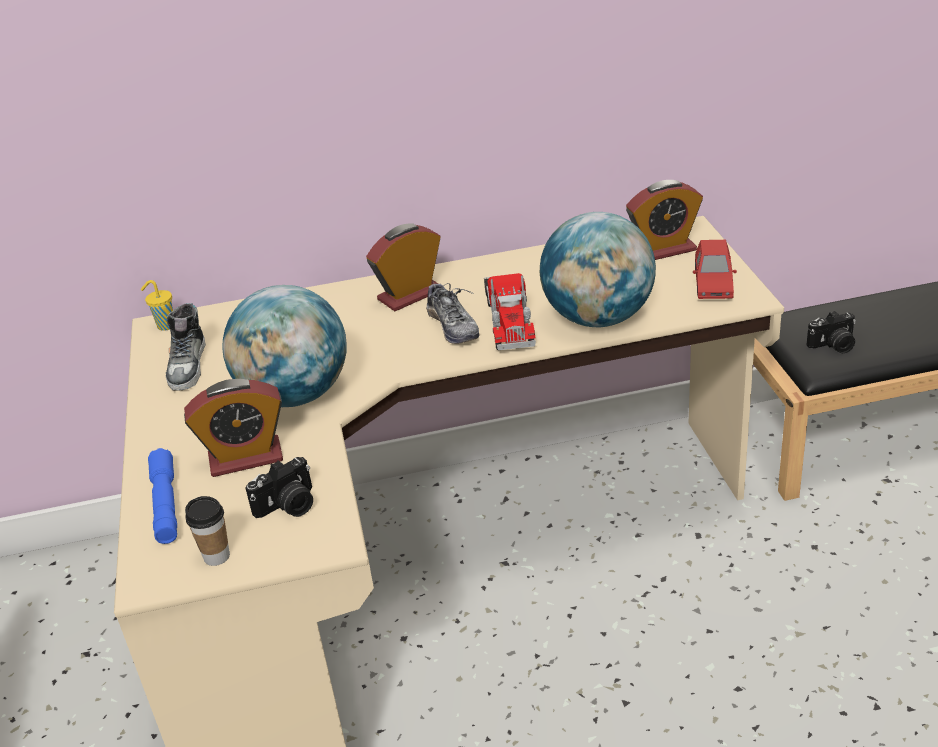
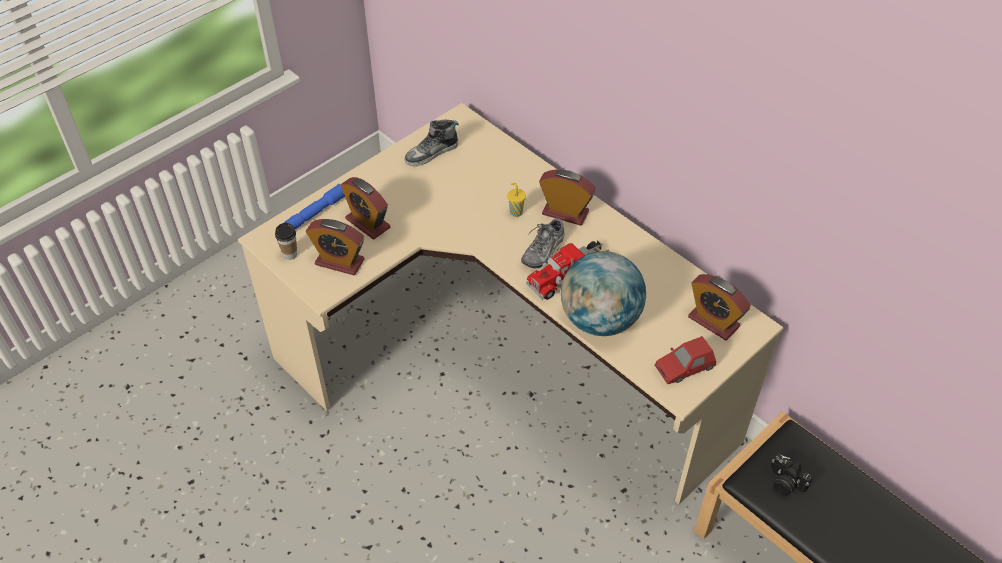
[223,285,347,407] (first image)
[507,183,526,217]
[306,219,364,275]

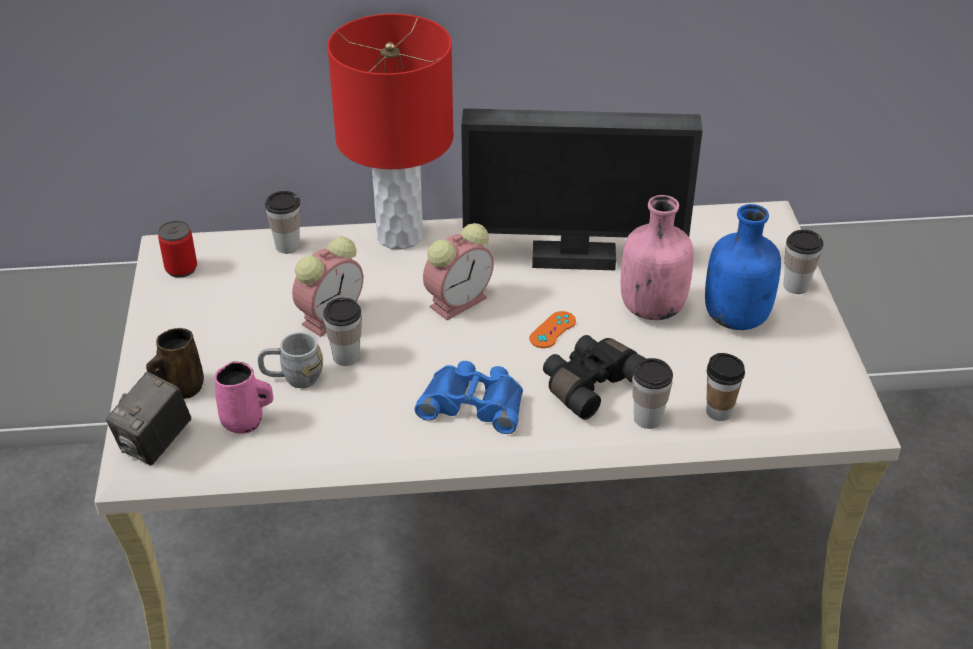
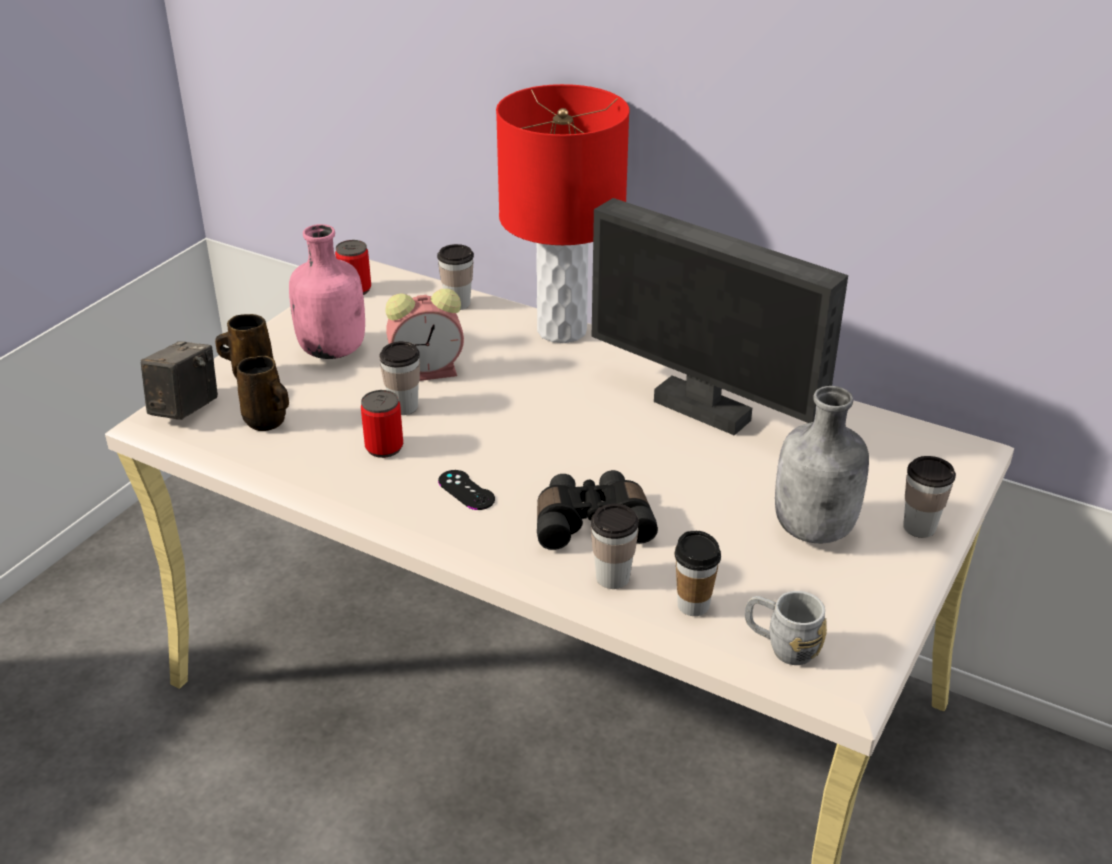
[423,223,494,320] (first image)
[529,311,576,348] (first image)
[361,390,403,458]
[745,591,827,665]
[289,224,365,359]
[438,470,495,510]
[237,356,289,431]
[775,386,869,543]
[141,341,218,420]

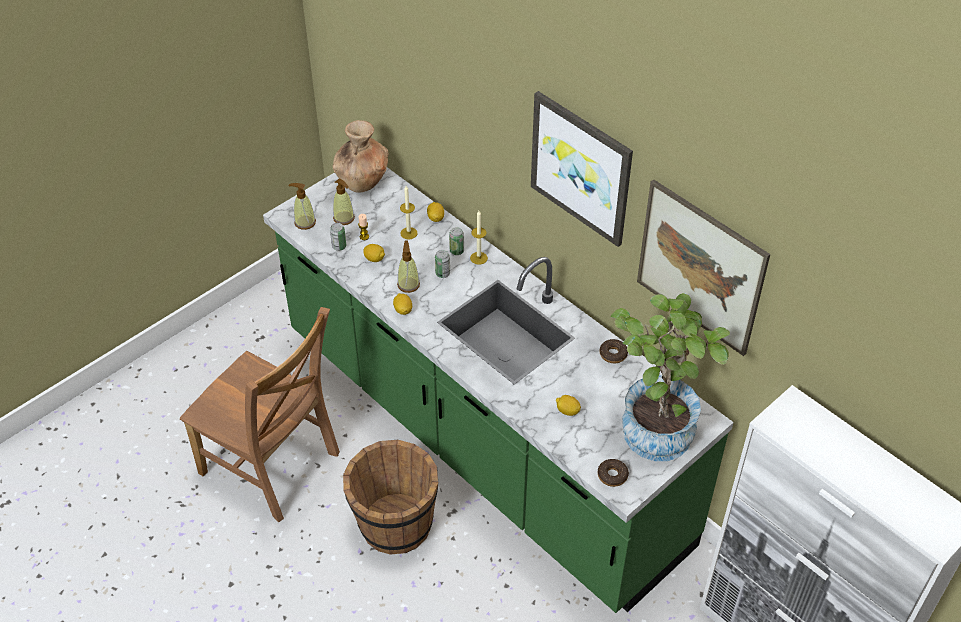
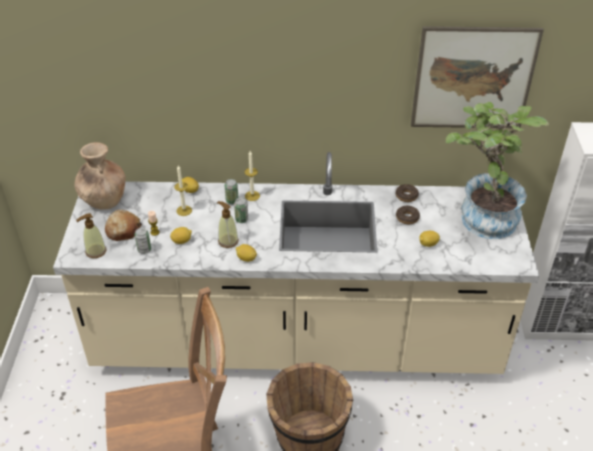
[531,91,633,247] (first image)
[396,206,420,224]
[105,210,142,241]
[53,152,539,374]

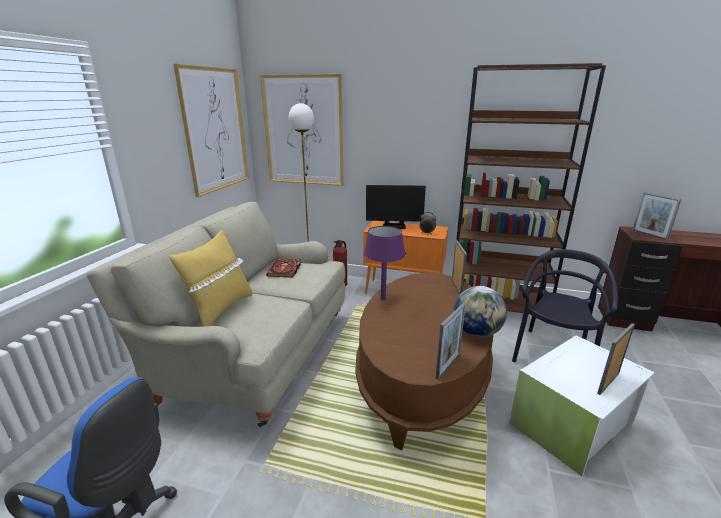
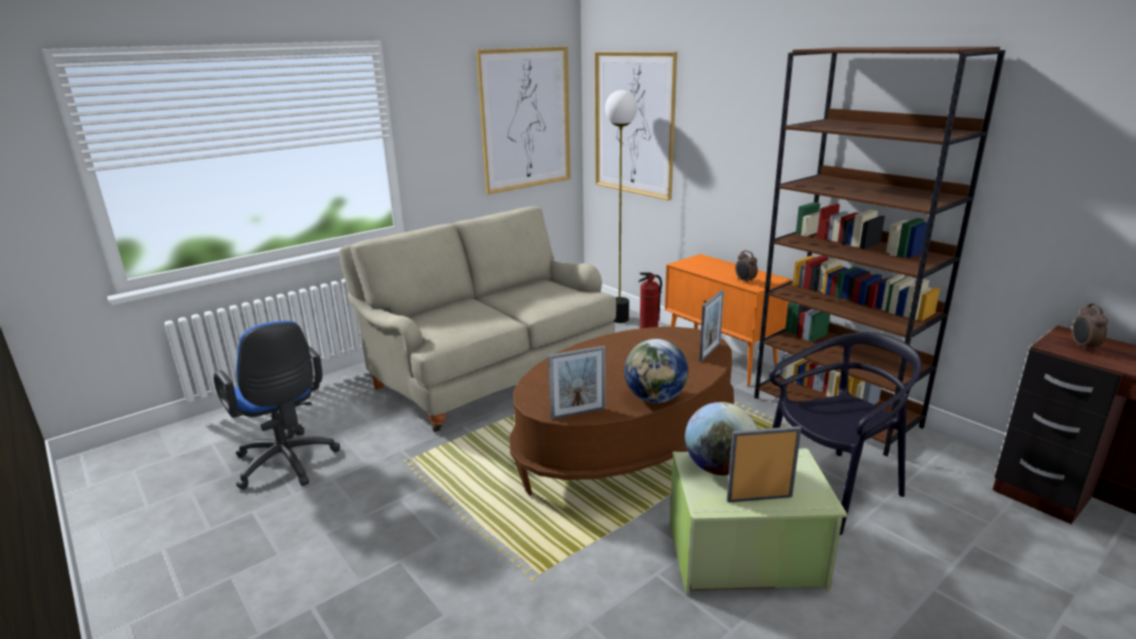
[170,230,253,326] (first image)
[266,259,301,278] (first image)
[364,226,405,300] (first image)
[366,185,426,229] (first image)
[685,402,757,475]
[1072,303,1108,351]
[670,448,848,595]

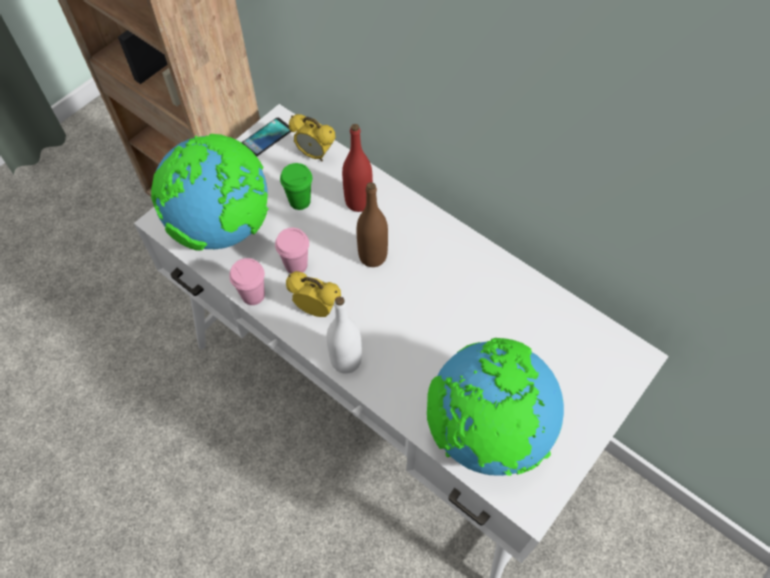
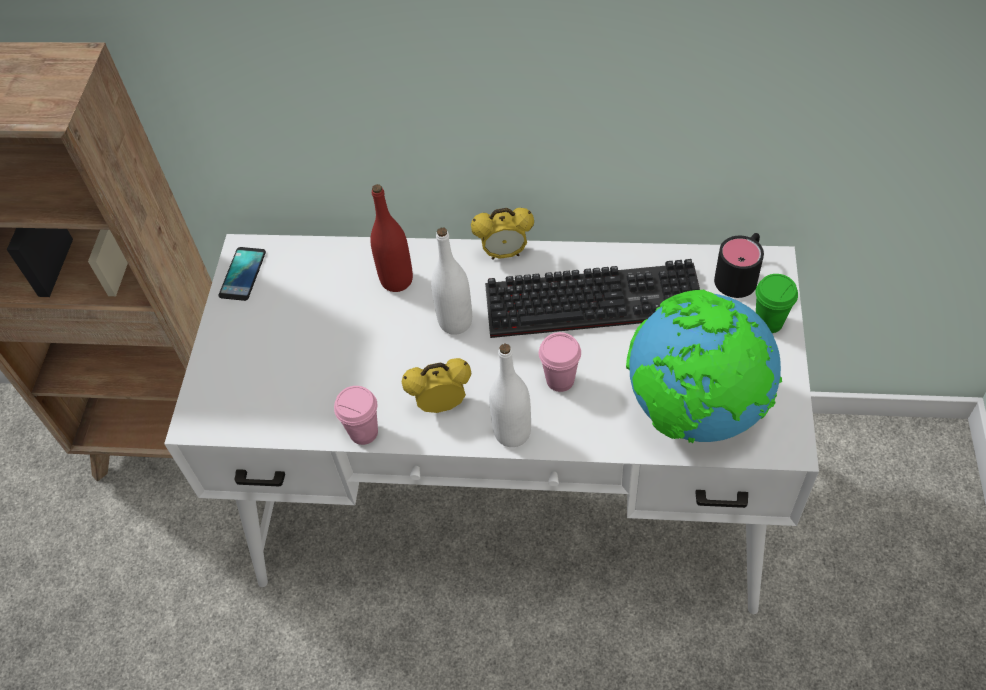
[151,134,269,251] (first image)
[485,259,700,338]
[714,233,764,298]
[539,332,581,392]
[755,274,798,333]
[471,208,534,260]
[431,227,472,335]

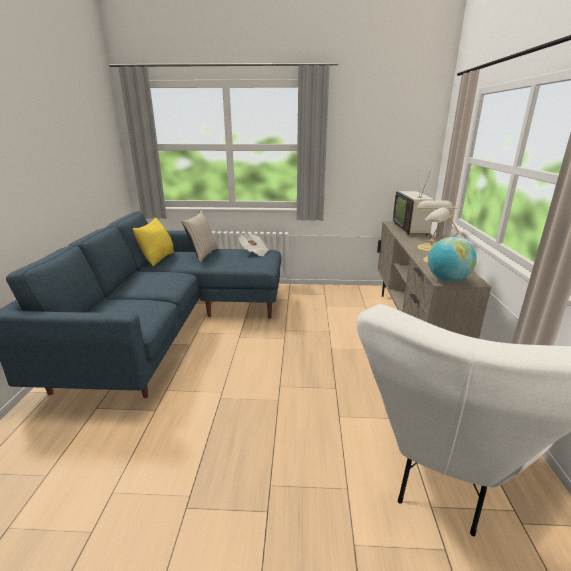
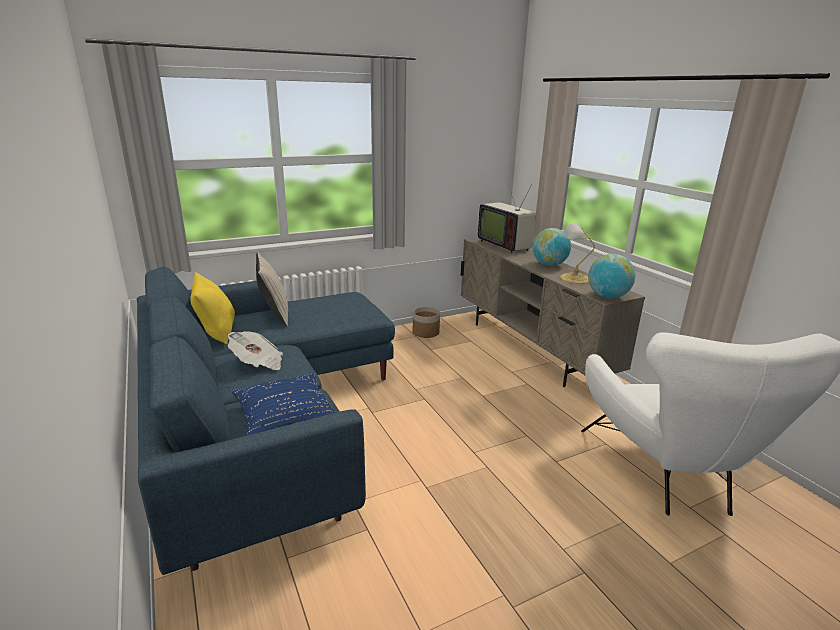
[232,373,336,436]
[413,307,440,338]
[228,331,283,370]
[533,228,571,266]

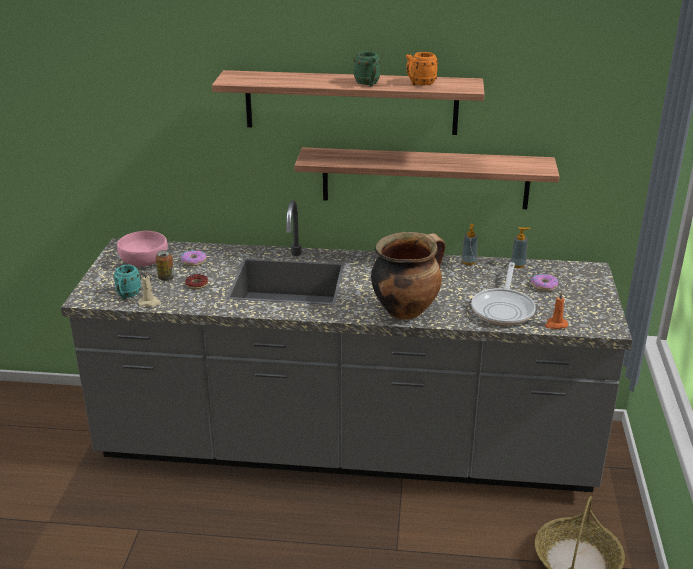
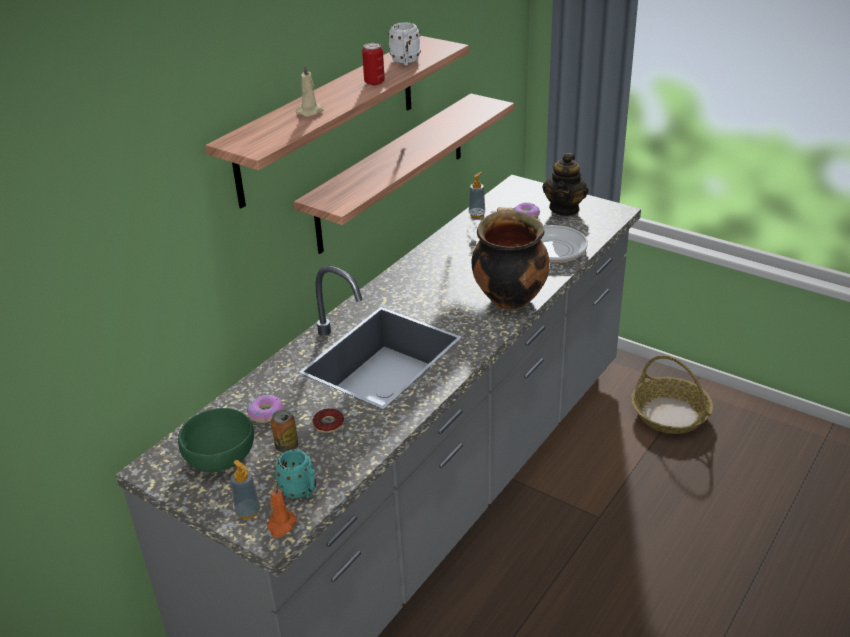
[542,153,589,216]
[296,64,323,117]
[230,460,260,519]
[267,484,297,538]
[362,43,385,86]
[178,408,254,472]
[388,22,421,65]

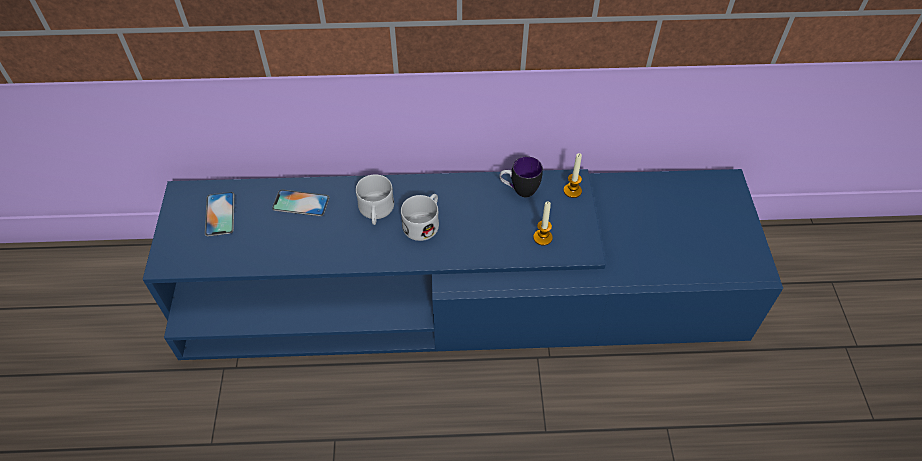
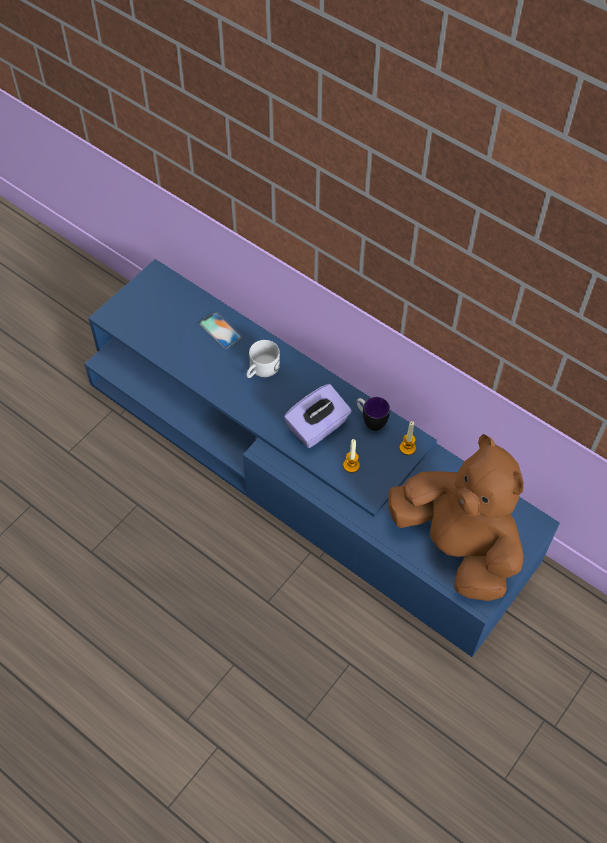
[205,192,235,236] (first image)
[401,194,439,241] (first image)
[284,384,352,448]
[388,434,523,601]

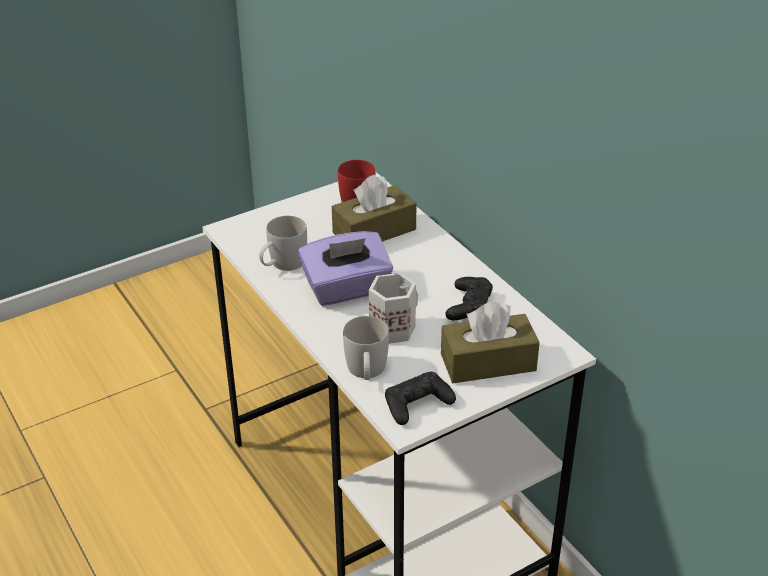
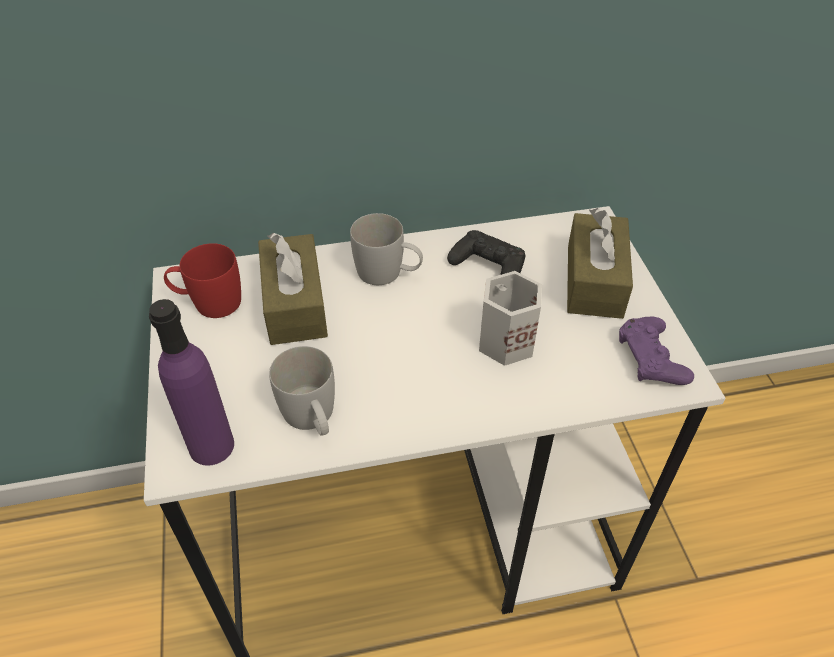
[298,231,393,306] (first image)
[149,299,234,466]
[350,213,423,285]
[619,317,694,385]

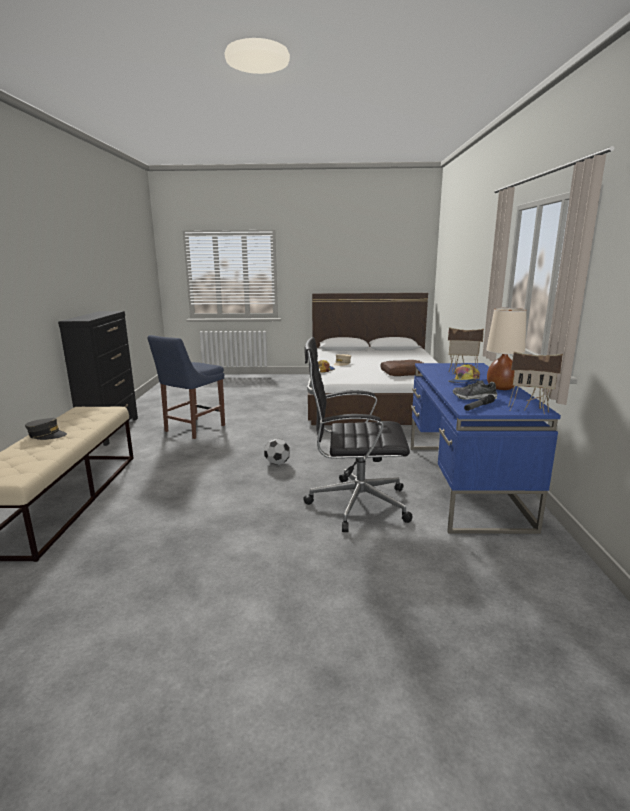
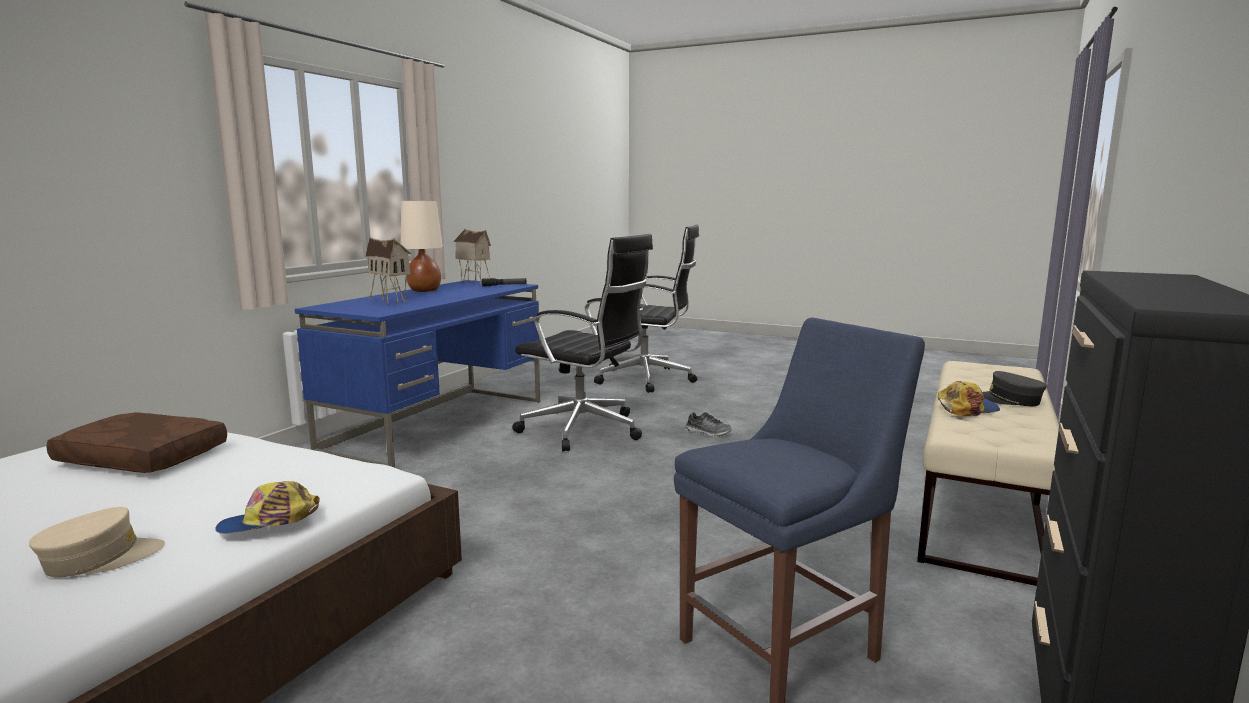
[264,439,290,465] (first image)
[594,224,699,393]
[938,381,1000,416]
[685,412,732,437]

